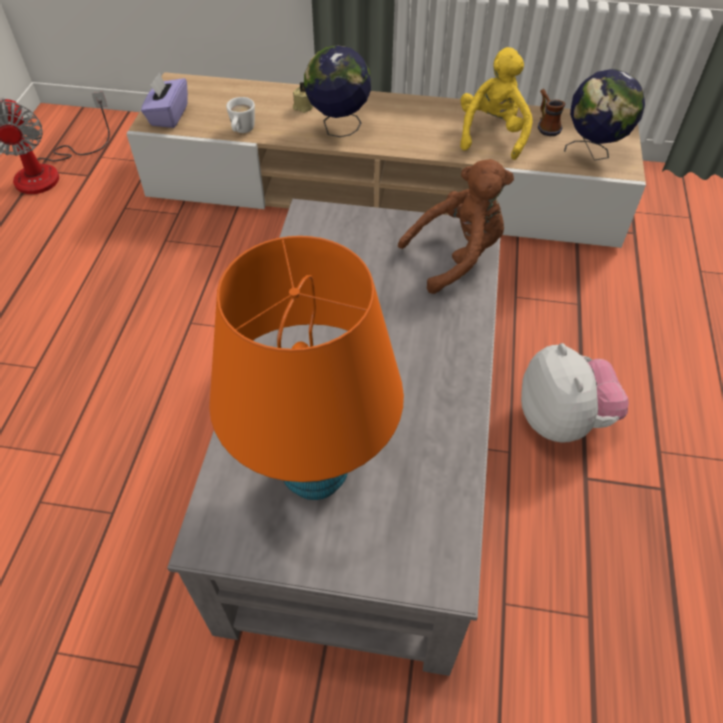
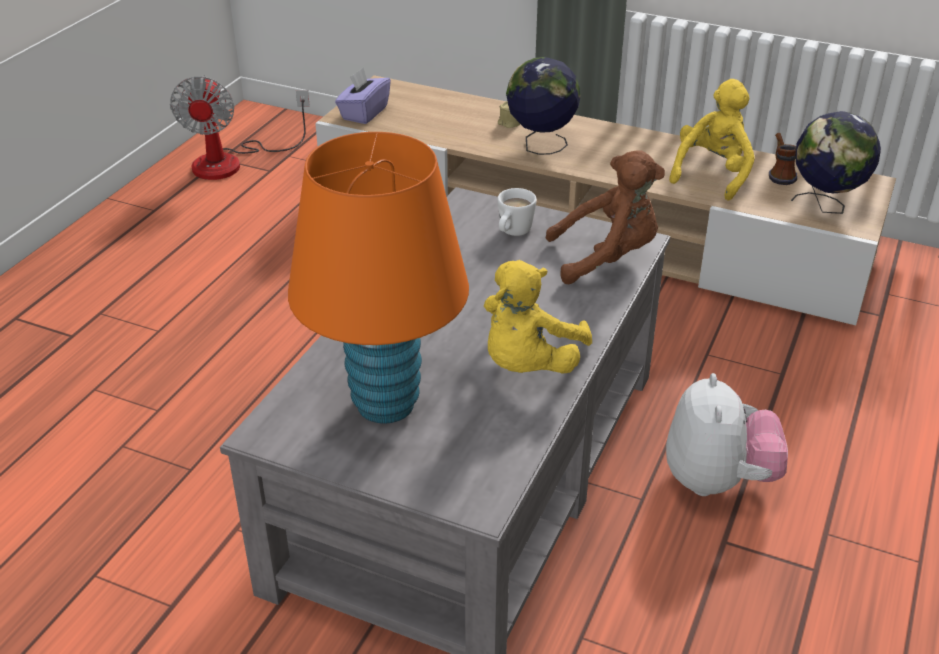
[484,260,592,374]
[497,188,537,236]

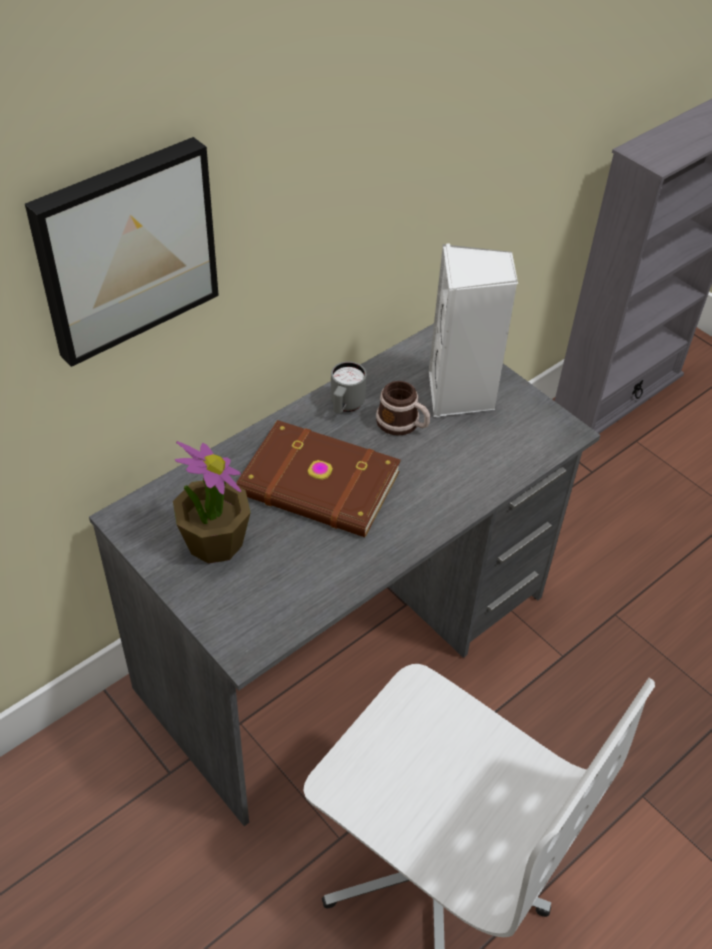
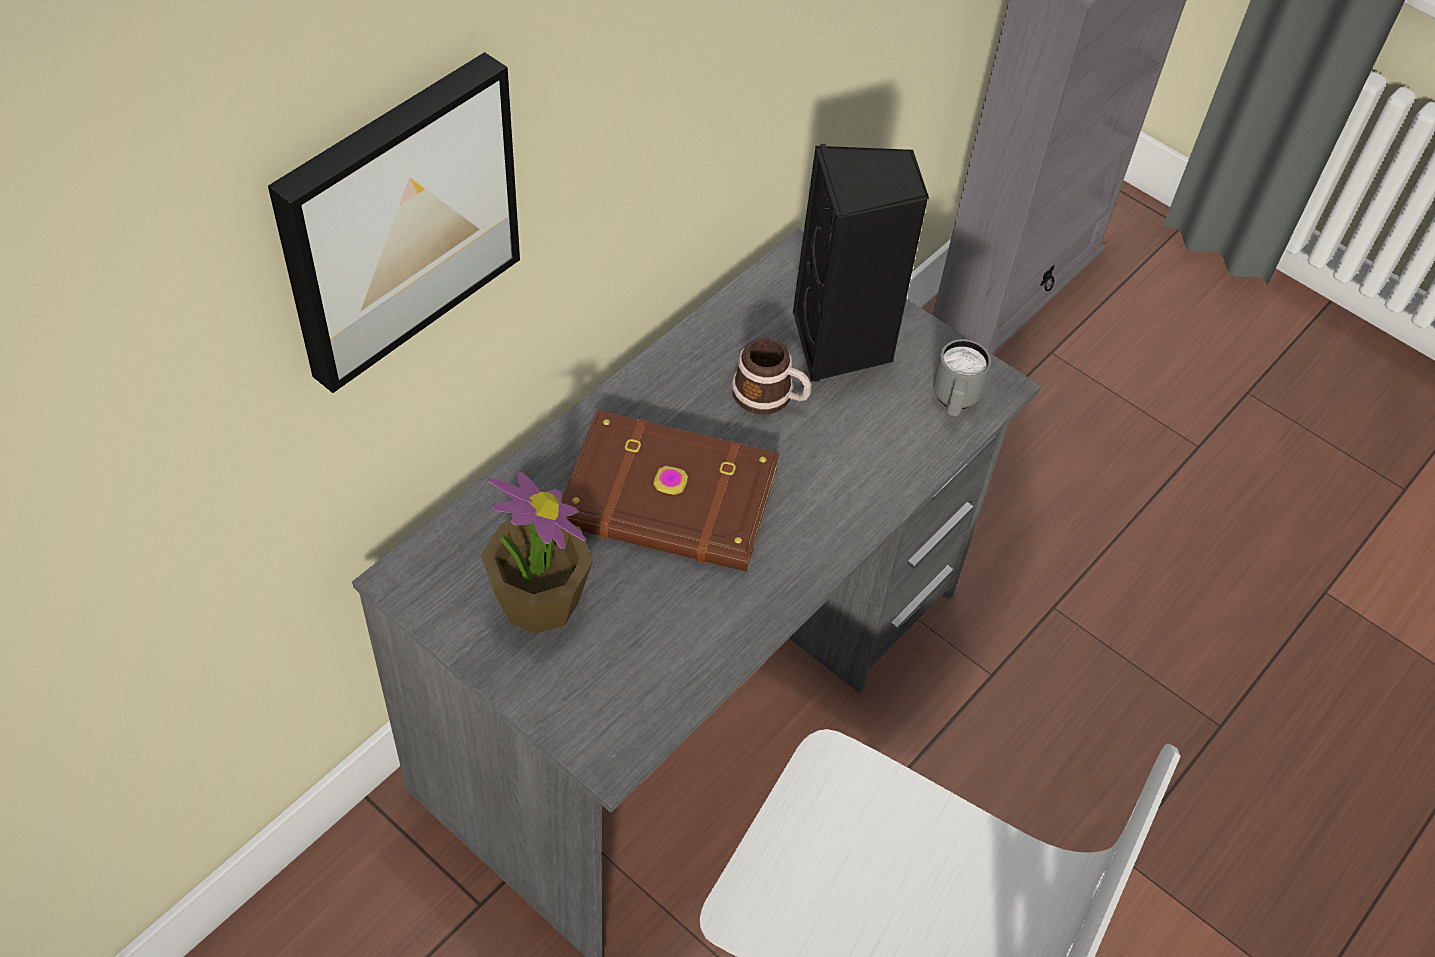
[933,339,991,416]
[793,144,929,382]

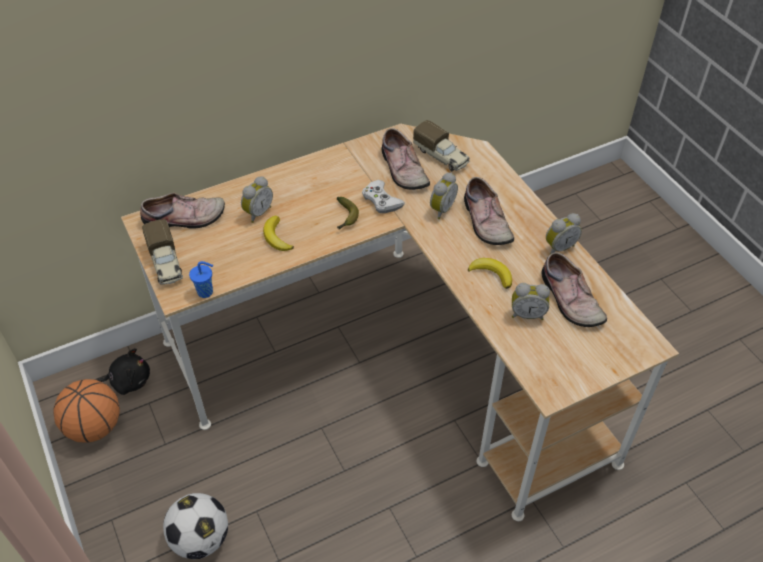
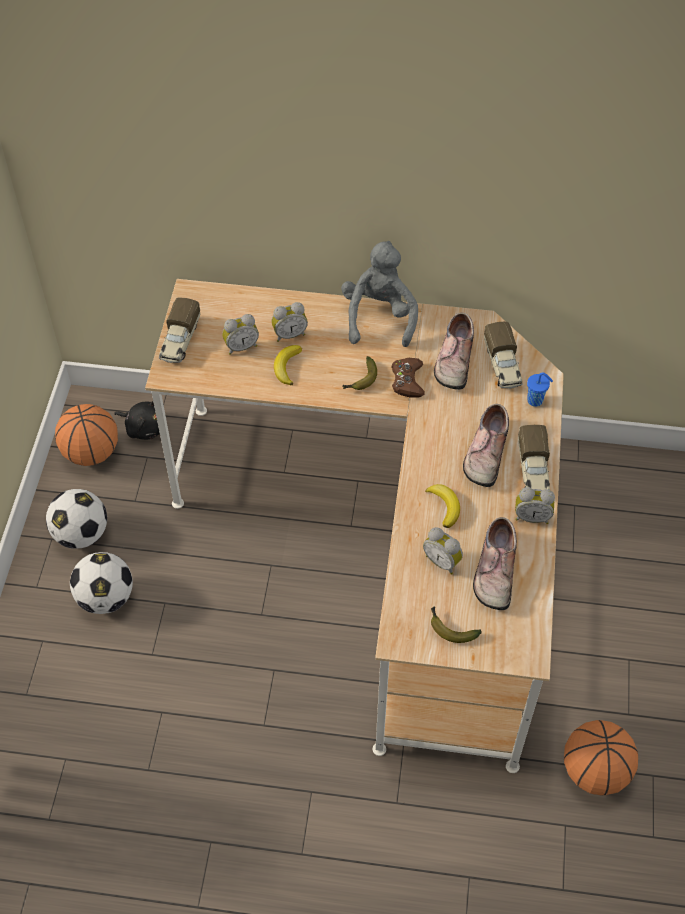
[140,192,225,229] (first image)
[46,489,107,549]
[341,241,418,347]
[431,606,482,643]
[518,425,550,490]
[564,720,638,796]
[527,372,553,407]
[222,314,259,355]
[391,358,425,397]

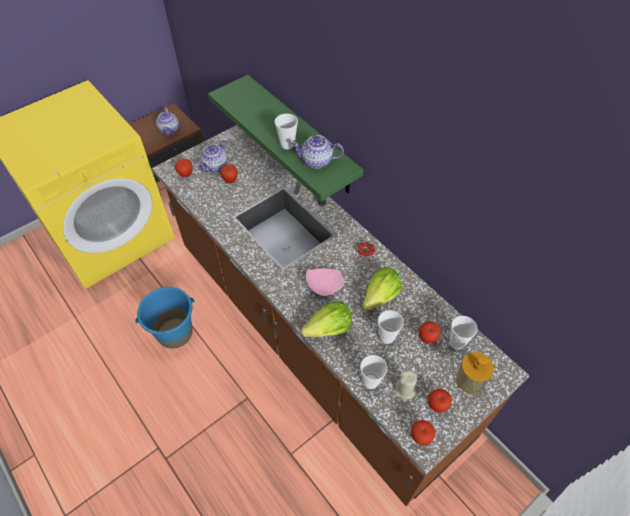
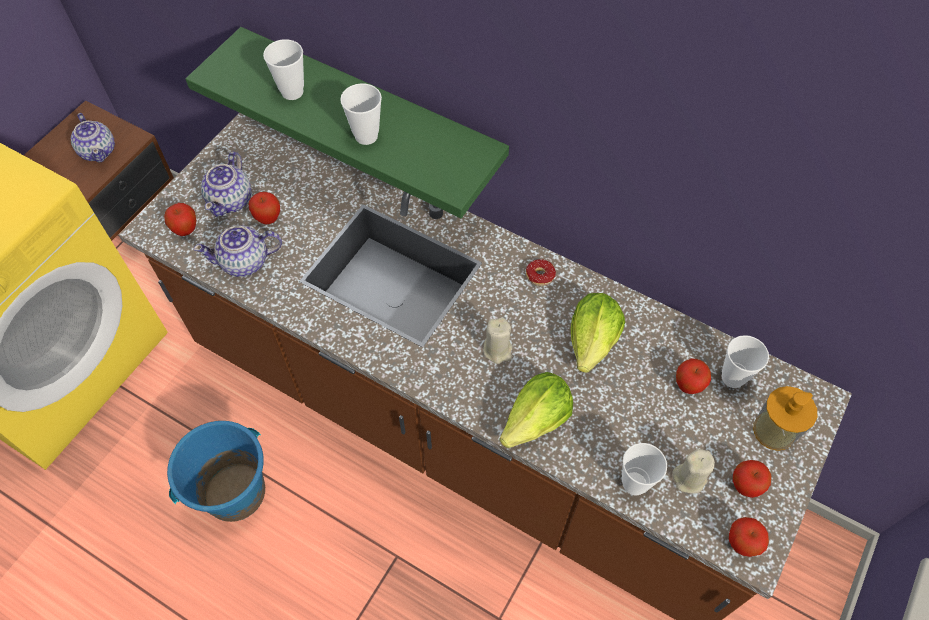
[193,225,282,277]
[263,39,304,100]
[483,317,512,364]

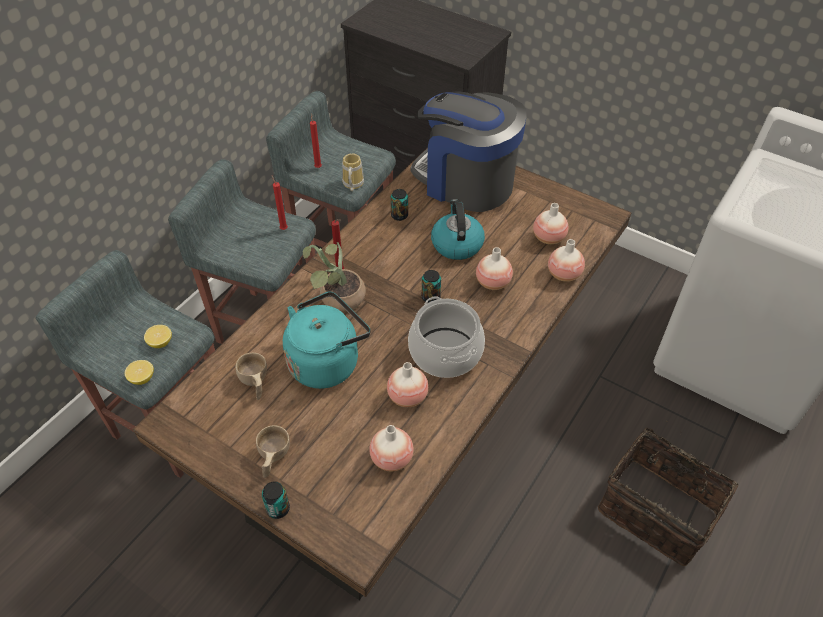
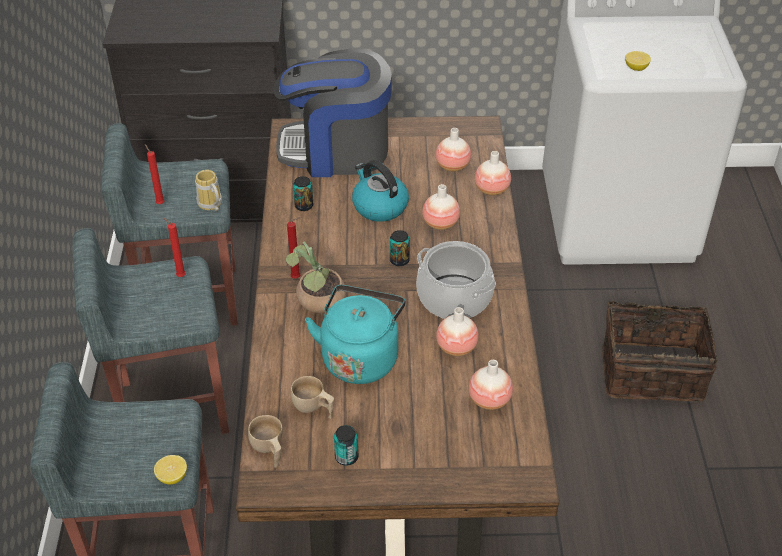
[625,51,651,71]
[248,415,283,468]
[334,425,358,466]

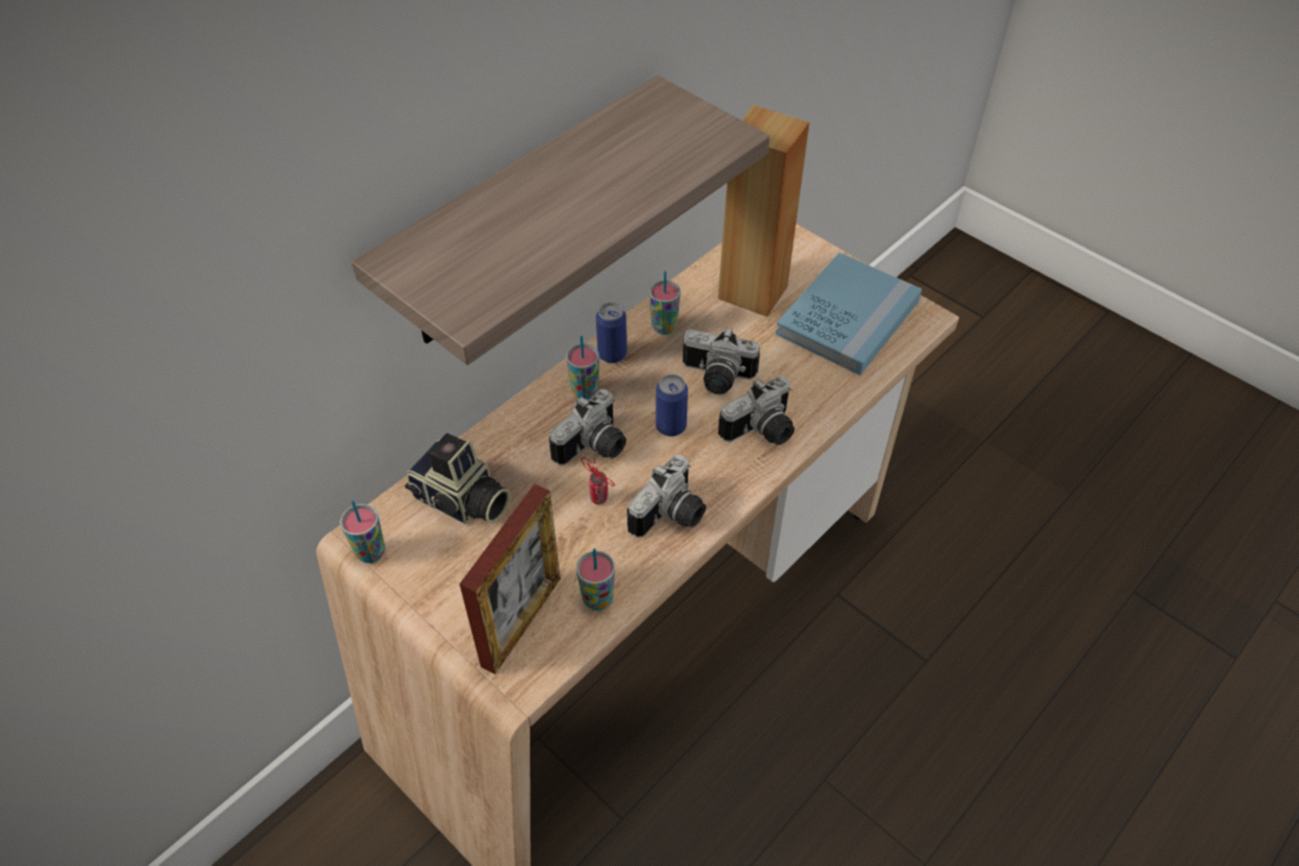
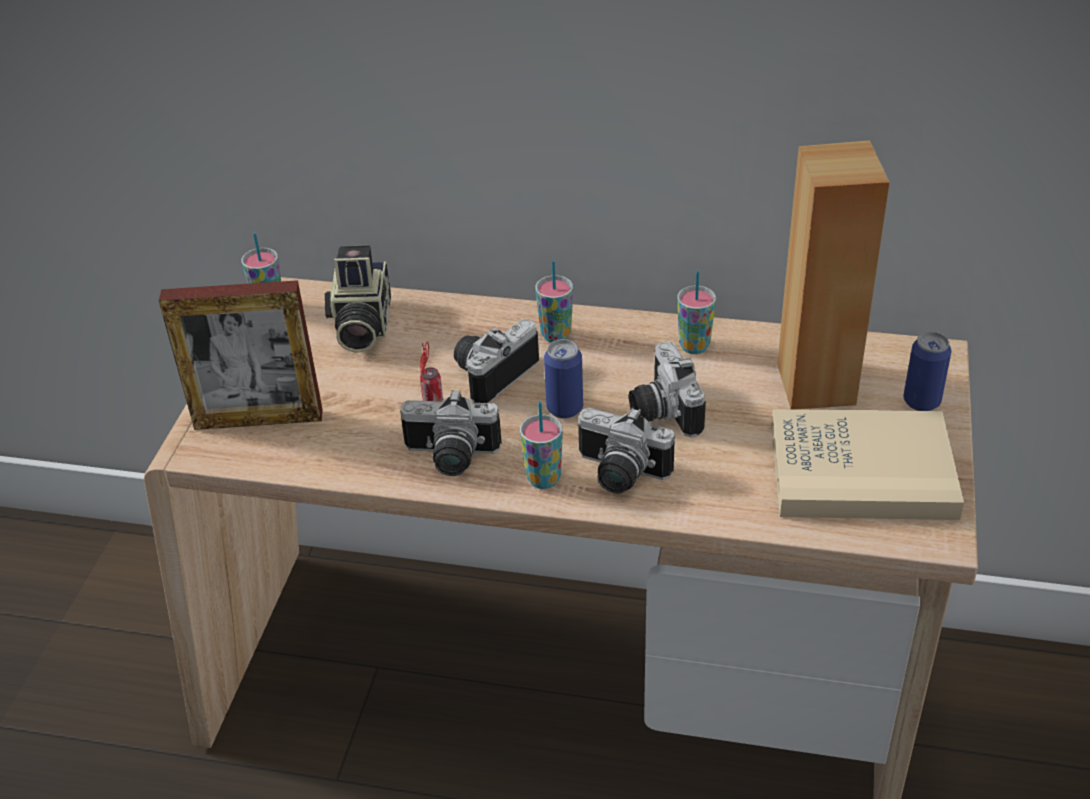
[352,75,770,365] (first image)
[520,401,563,489]
[903,331,952,411]
[771,409,964,520]
[454,319,539,403]

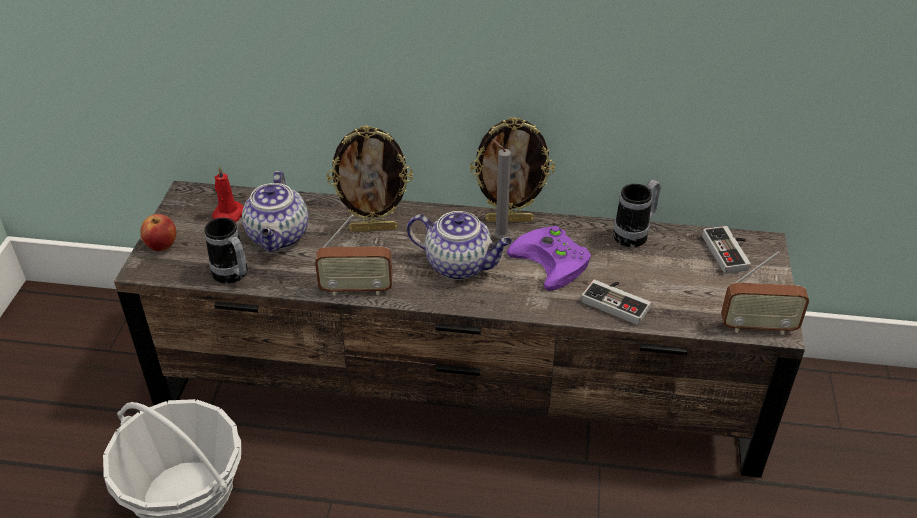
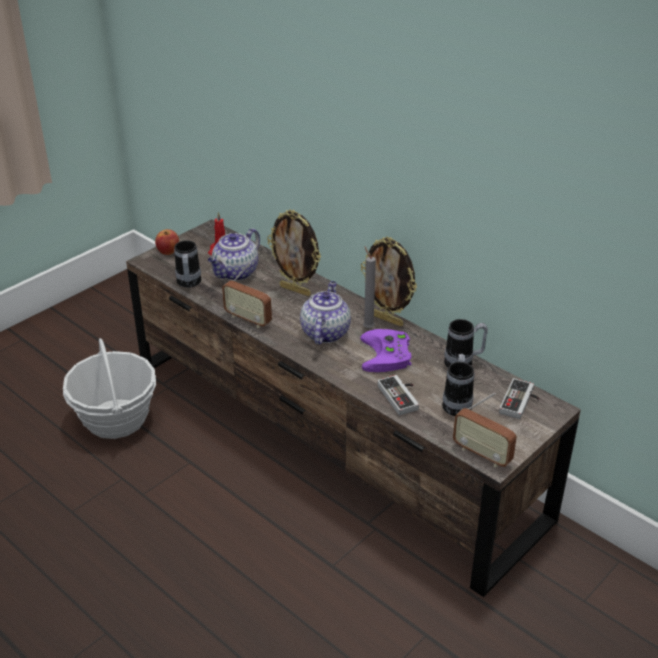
[442,354,474,416]
[300,281,351,345]

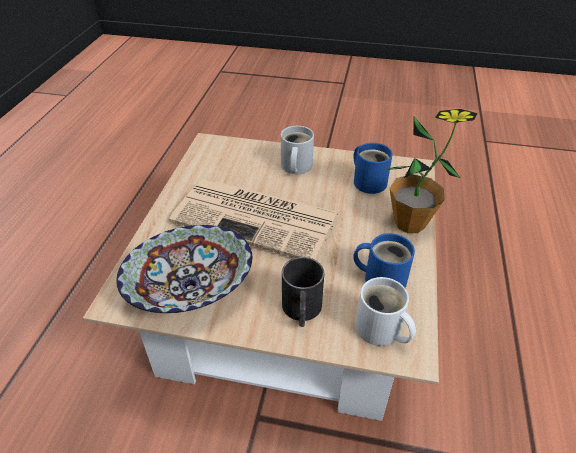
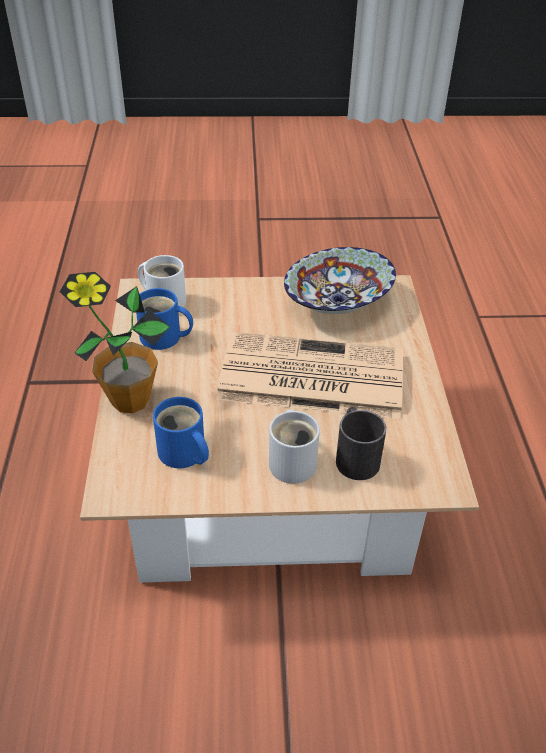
[336,407,386,480]

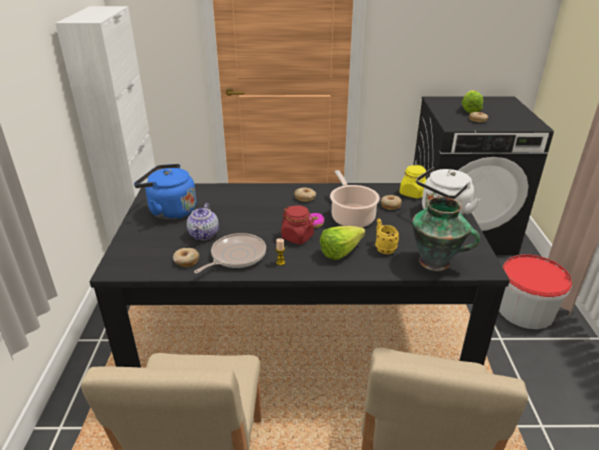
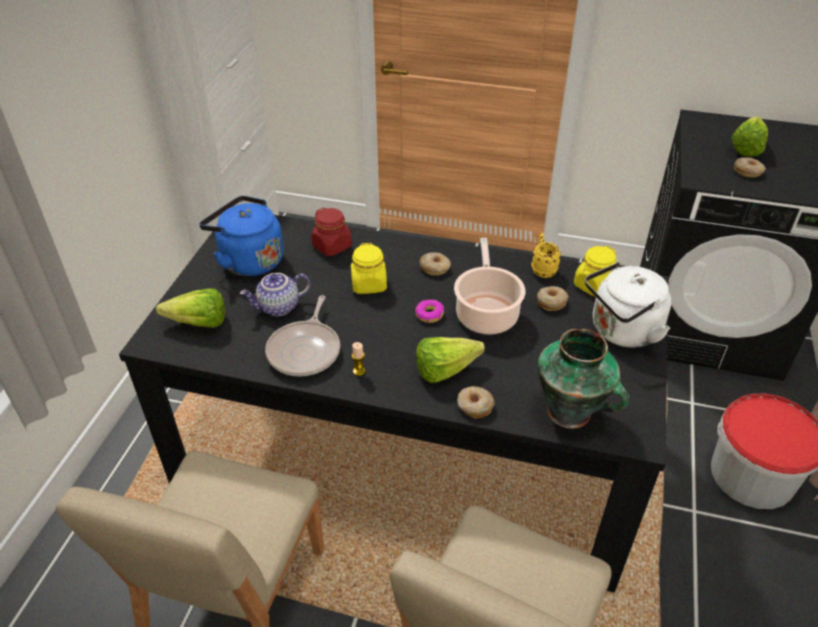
[156,288,225,328]
[351,243,387,294]
[457,386,495,419]
[311,208,352,256]
[531,233,561,278]
[240,273,311,316]
[265,295,340,377]

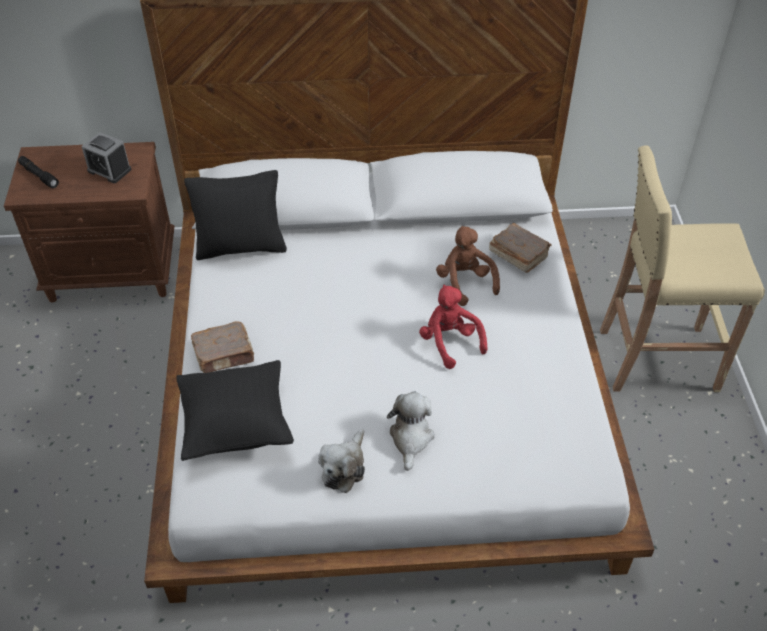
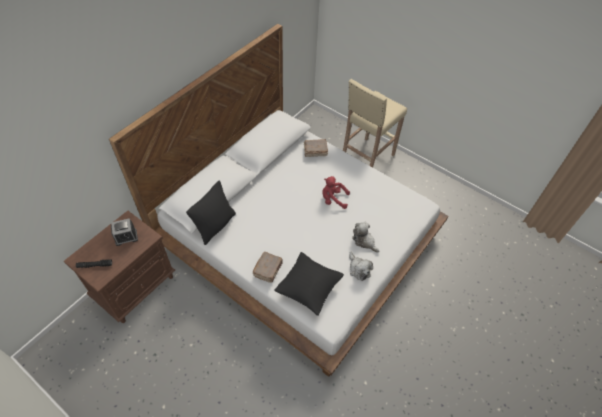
[436,226,500,306] (first image)

